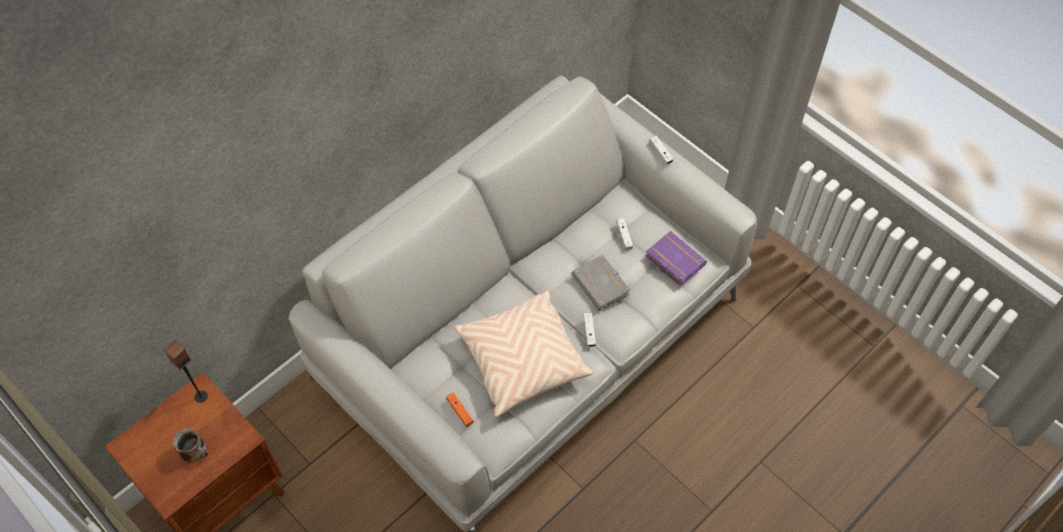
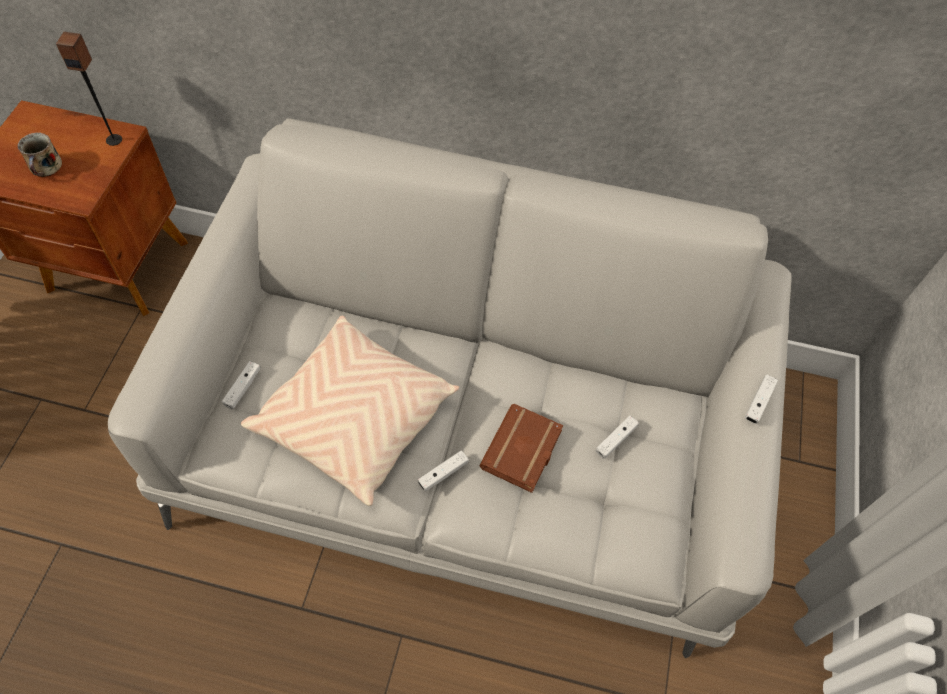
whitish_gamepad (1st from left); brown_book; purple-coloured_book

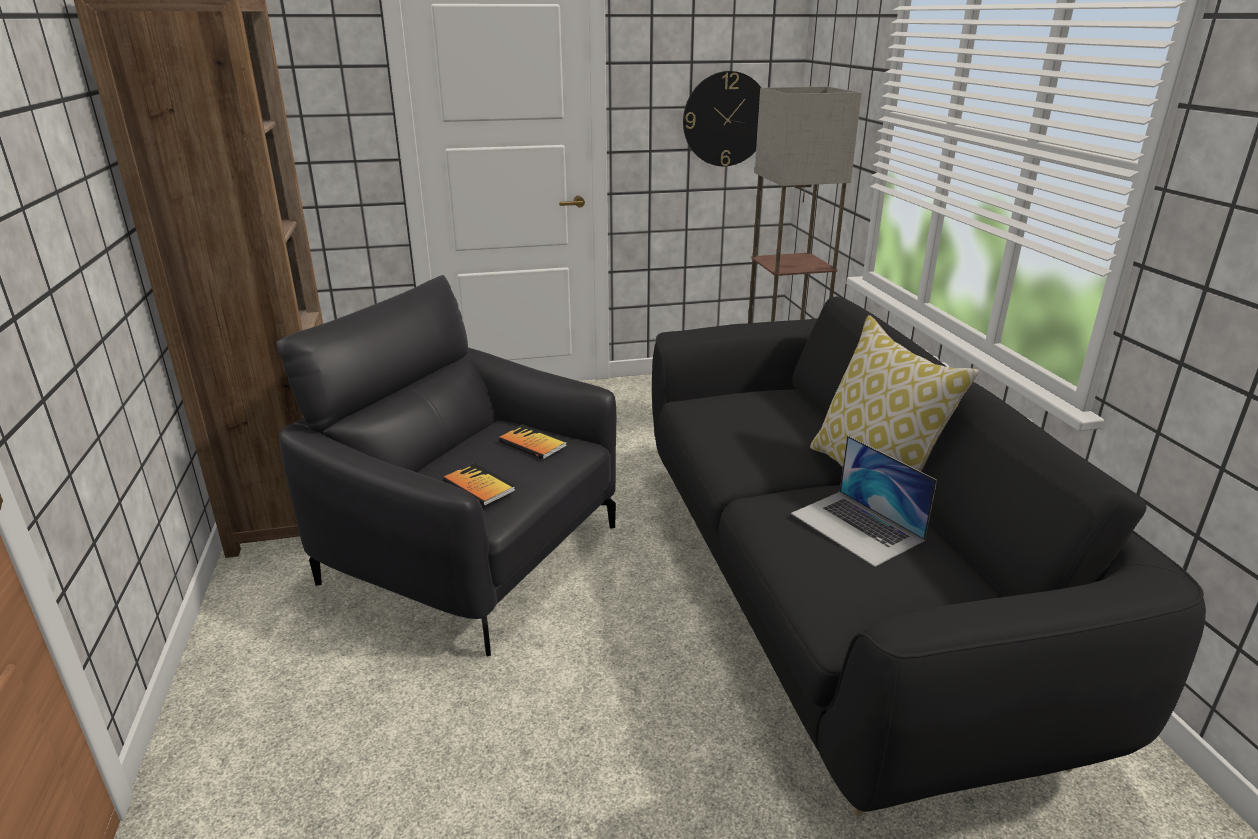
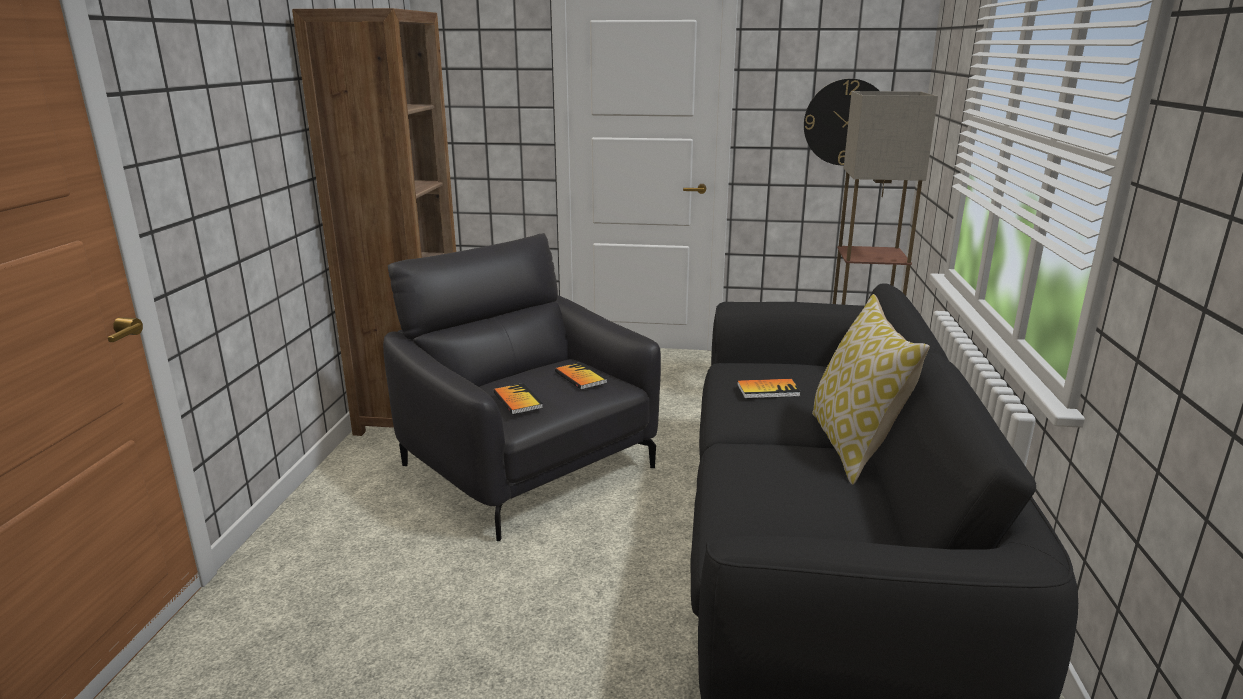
portable_computer; book (3rd from left)

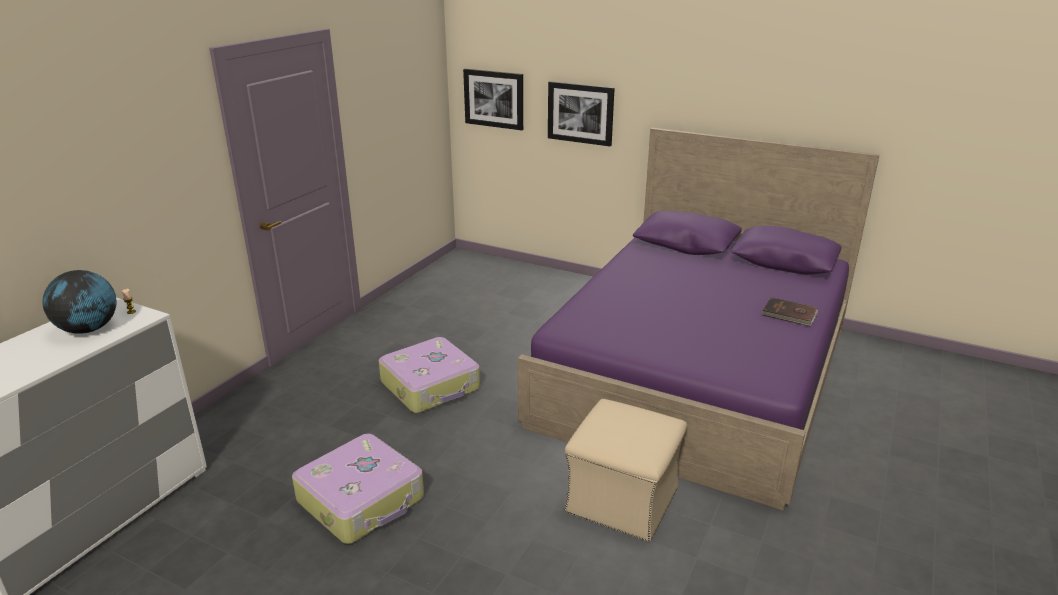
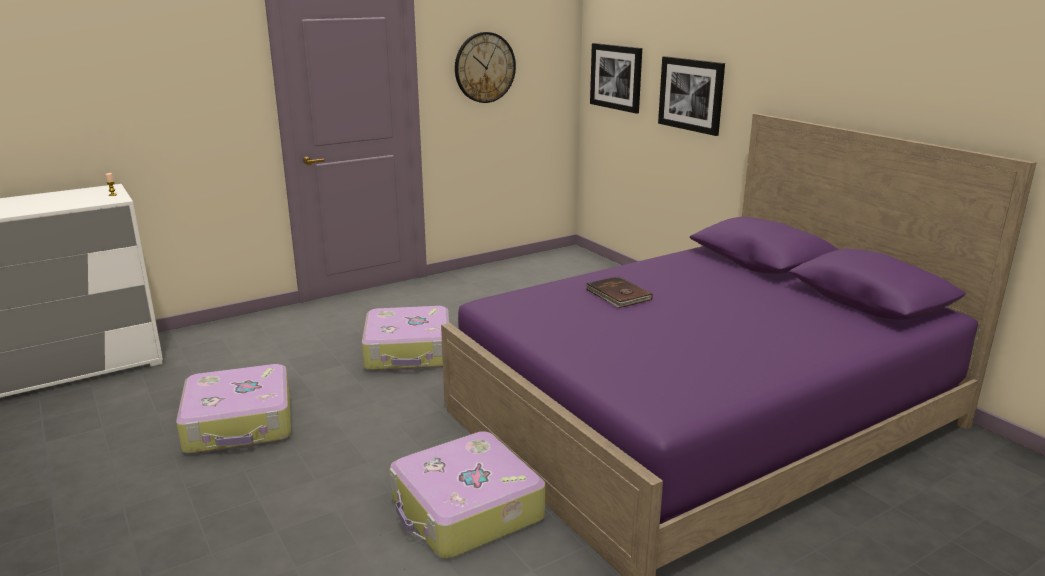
globe; travel_case (3rd from left); brown_book; wall_clock

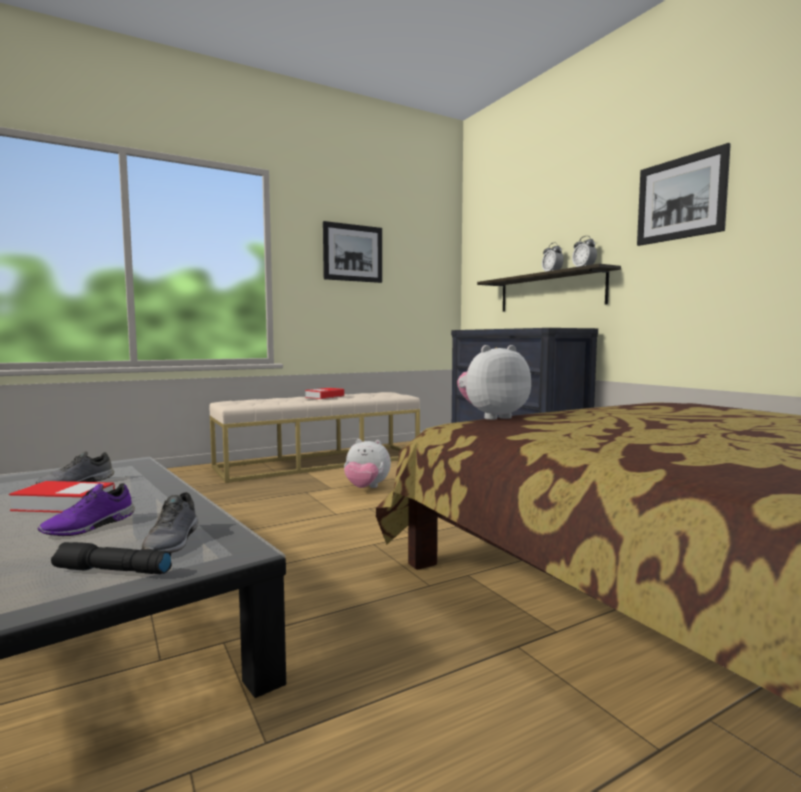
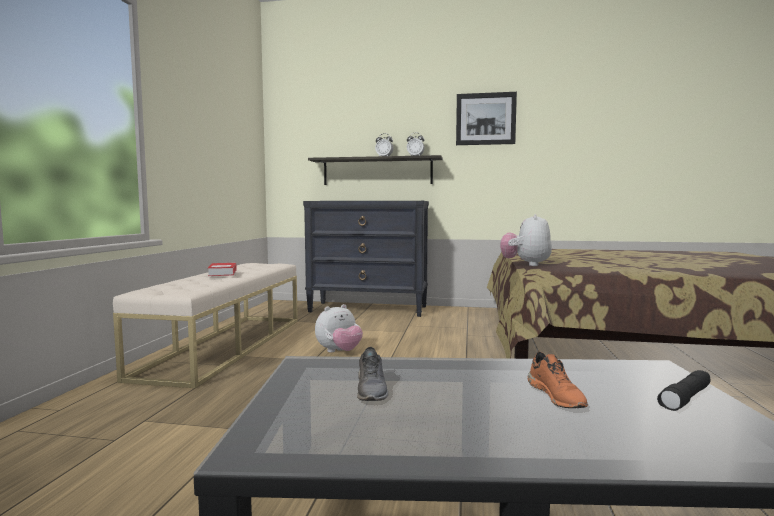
book (1st from left in the first image); orange-coloured_shoe; grey_shoe (2nd from left in the first image); picture (1st from left in the first image)

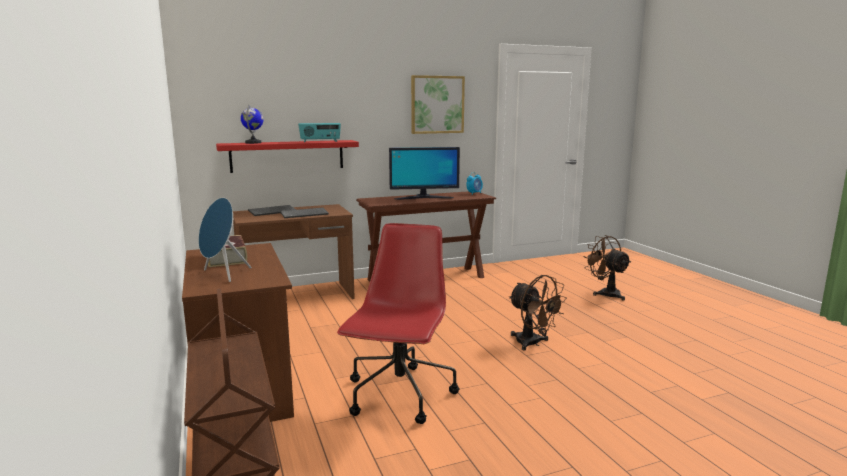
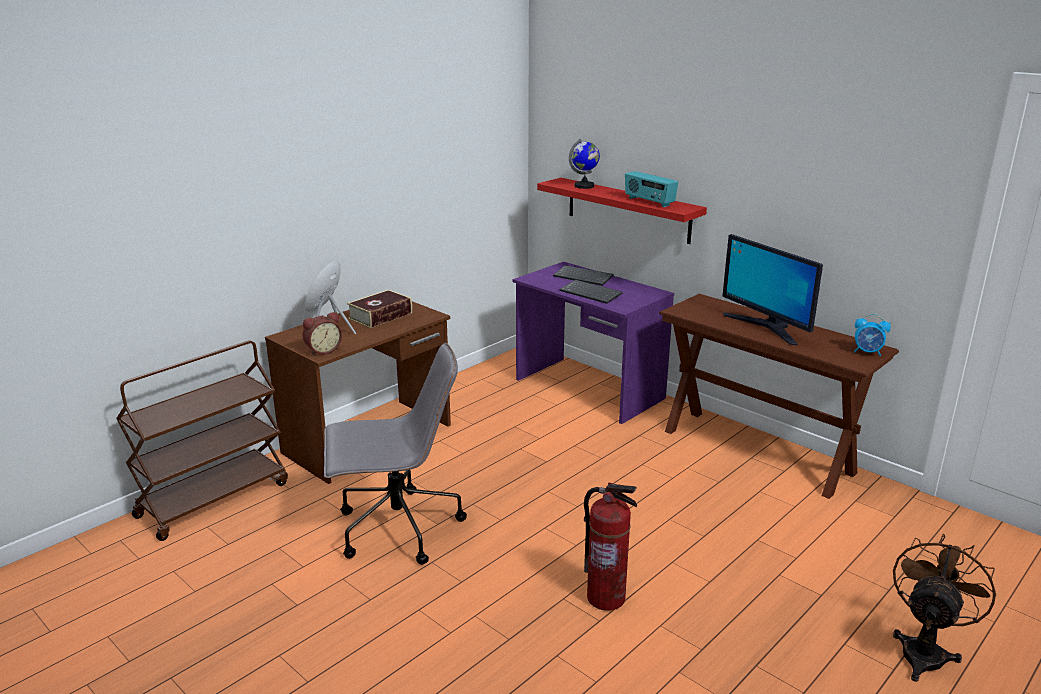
purple-coloured_desk_unit; grey_desk_chair; picture; extinguisher; table_clock (1st from left)

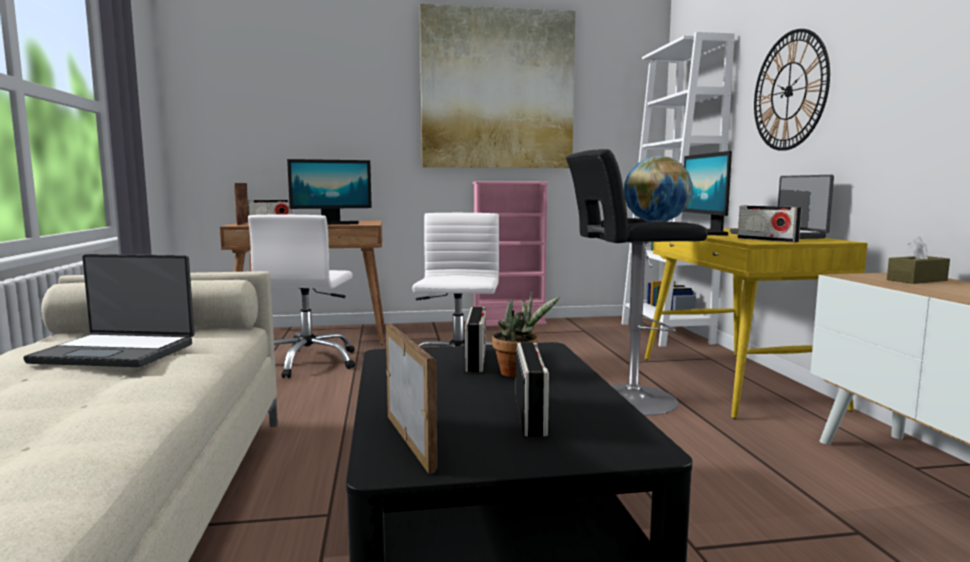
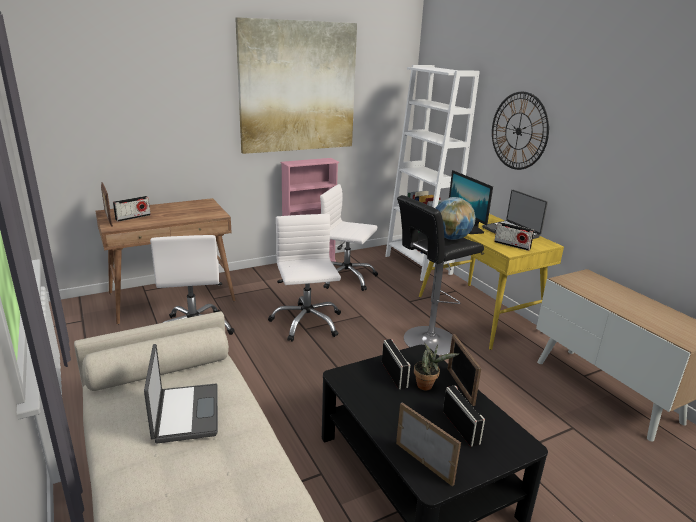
portable_computer (1st from left); monitor (1st from left in the first image); brown_box_of_tissues; whitish_desk_chair (3rd from left); picture_frame (3rd from left)

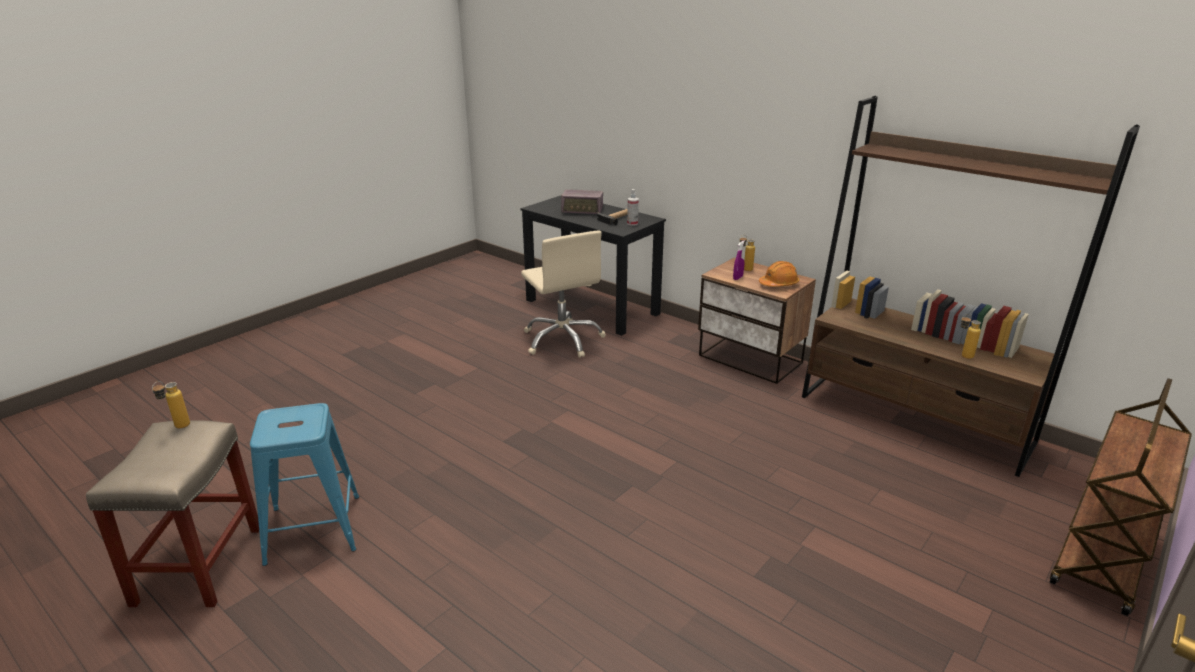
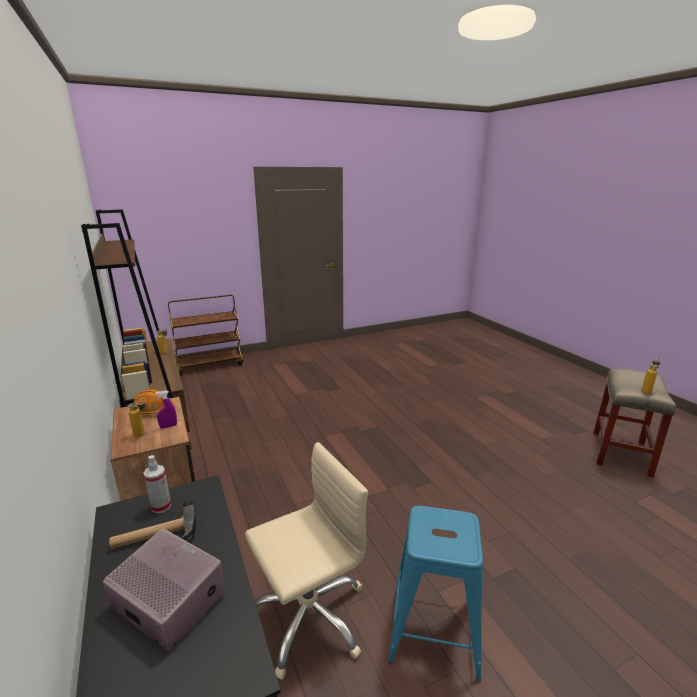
blue-coloured_stool_seat; beige-coloured_desk_chair

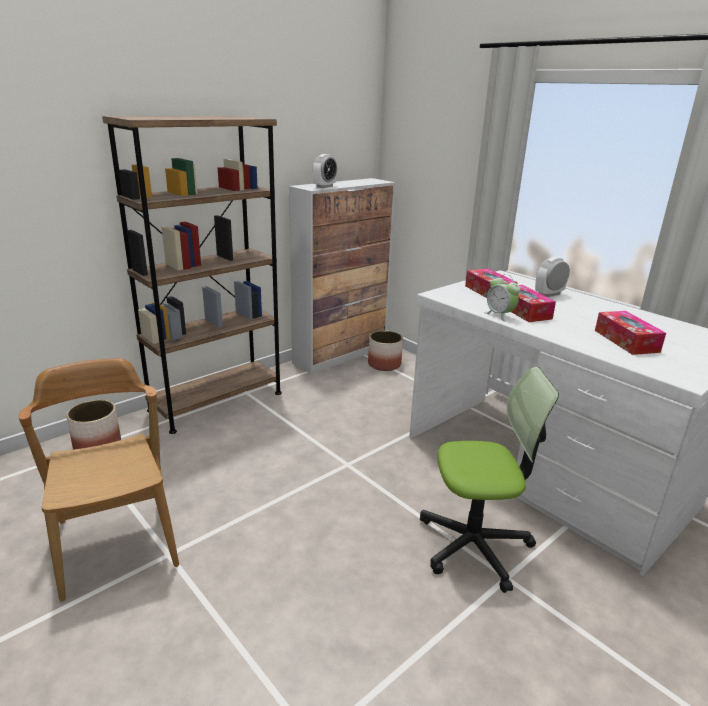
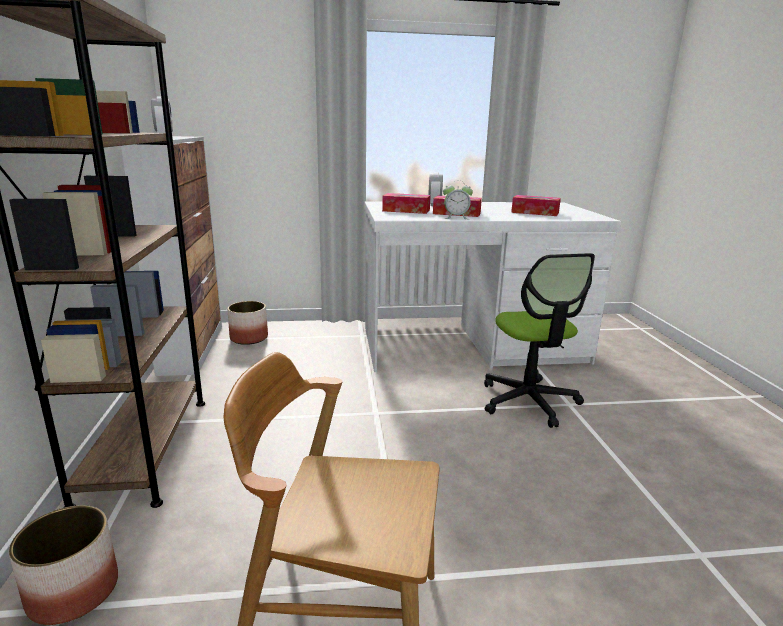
desk_chair

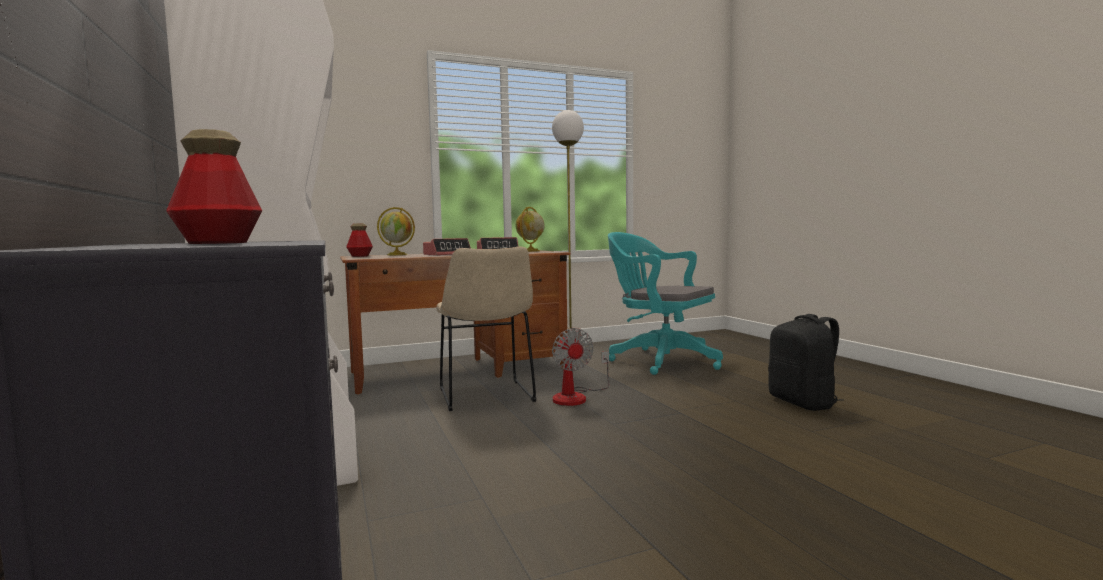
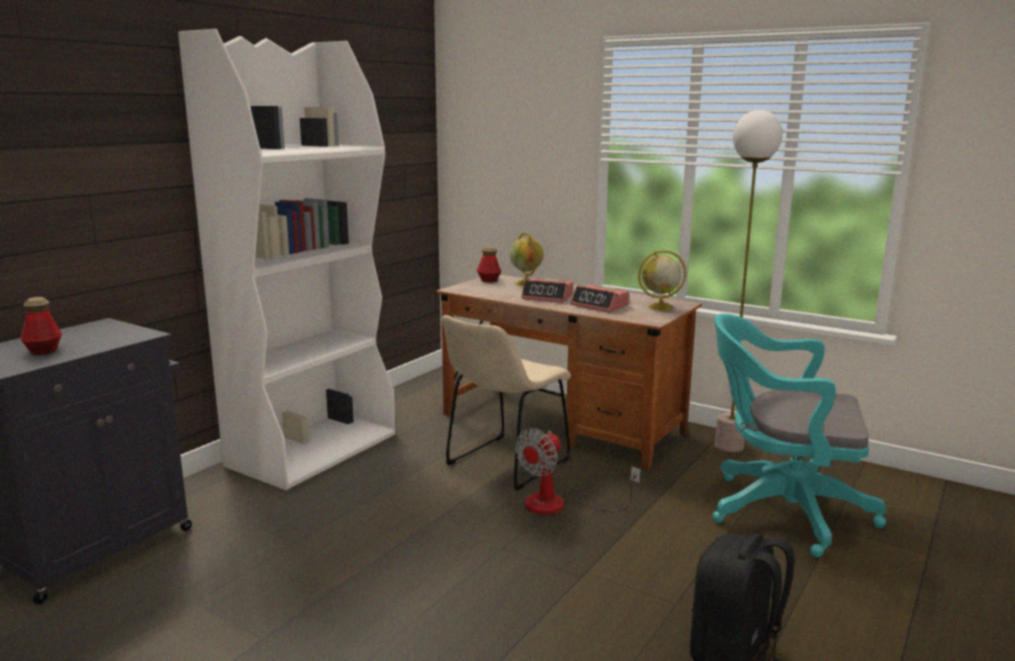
blue-green_desk_chair

